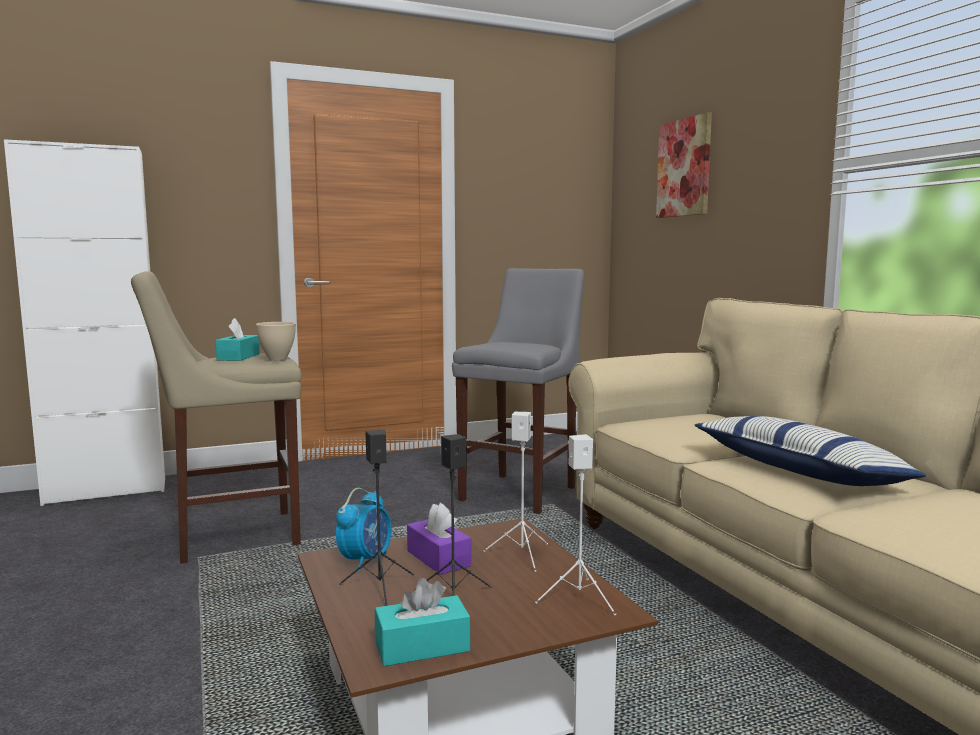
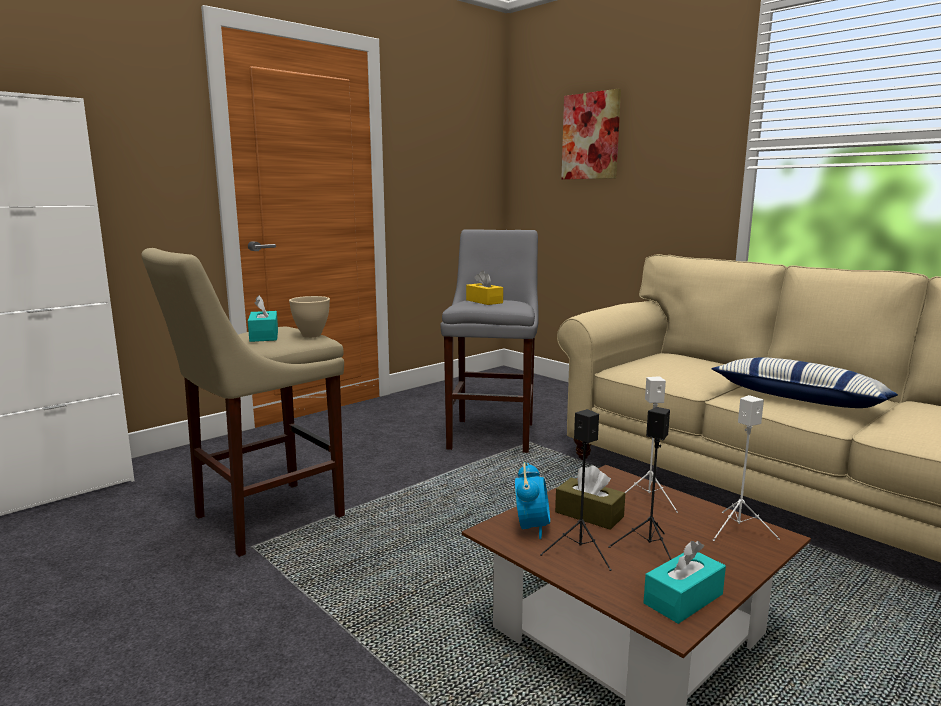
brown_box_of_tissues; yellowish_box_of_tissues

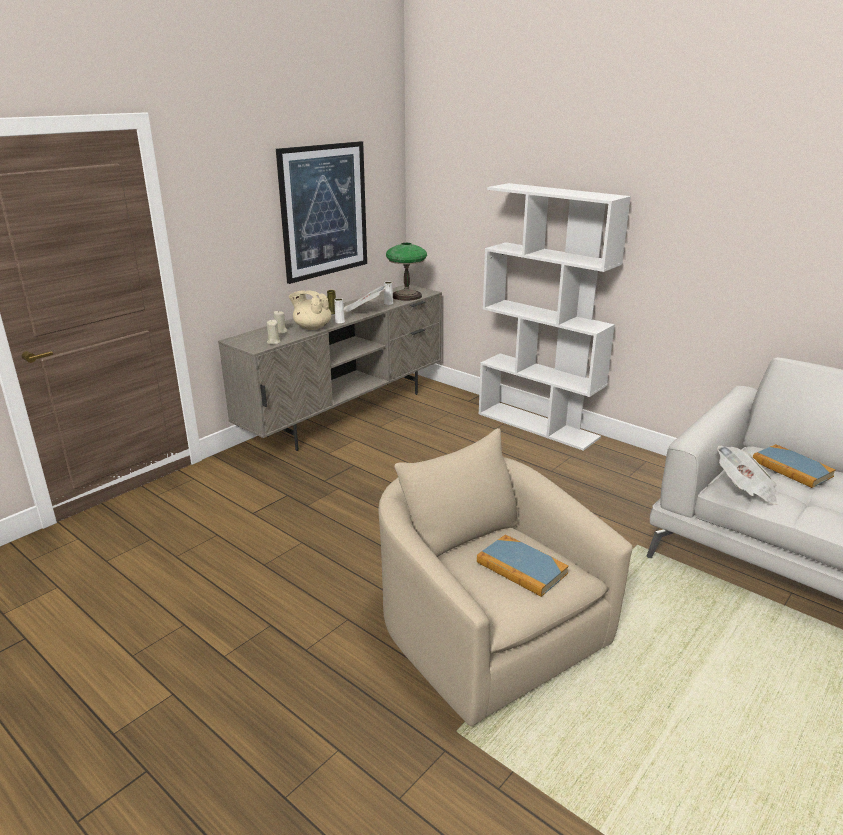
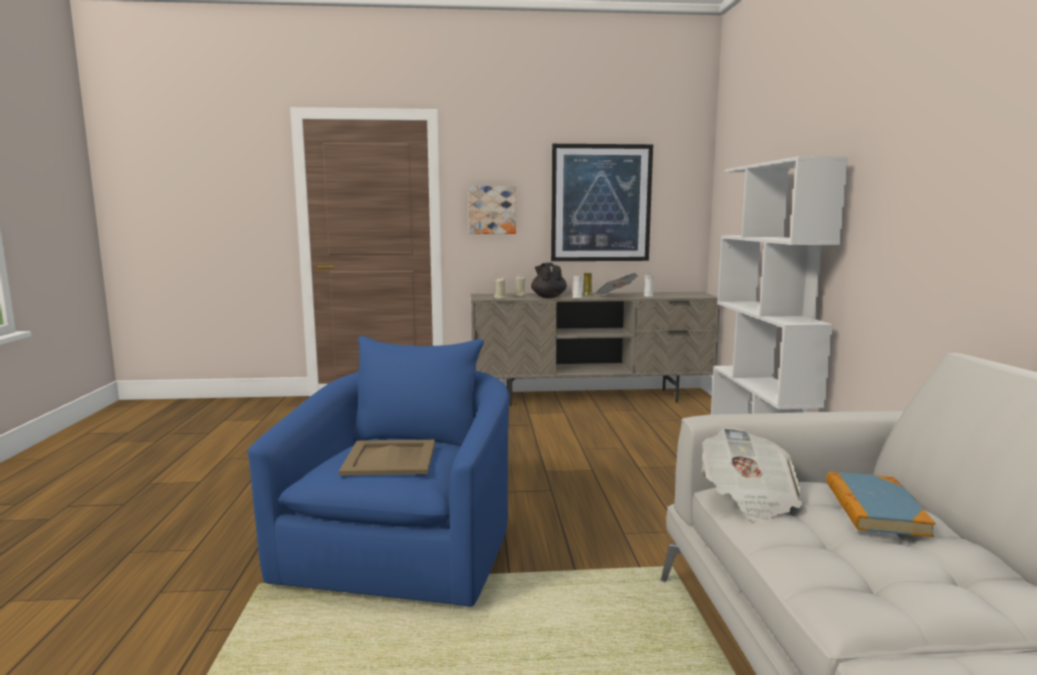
black_teapot; blue-coloured_lounge_chair; table_lamp; beige-coloured_serving_tray; picture (1st from left)

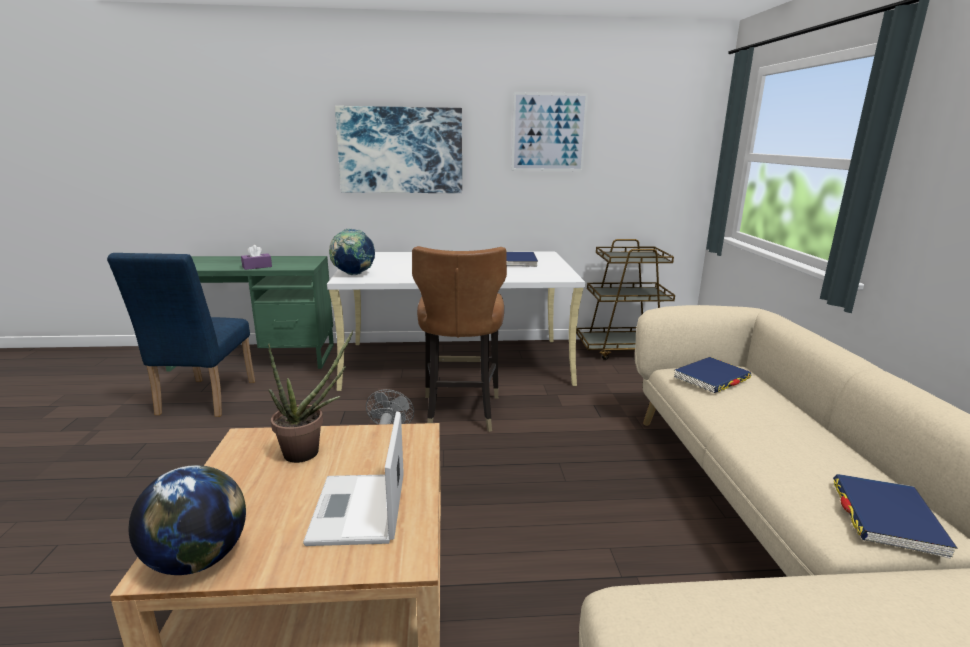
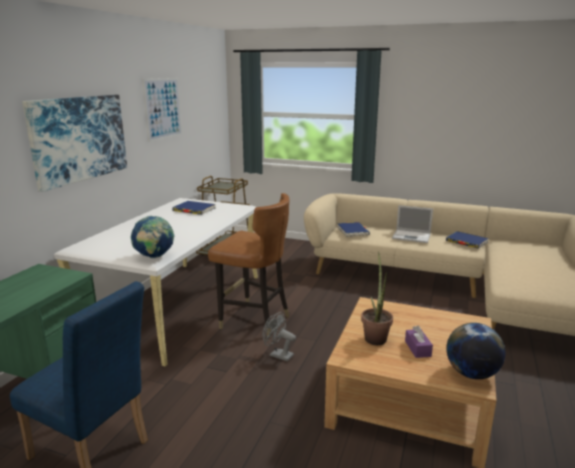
purple-coloured_box_of_tissues; portable_computer

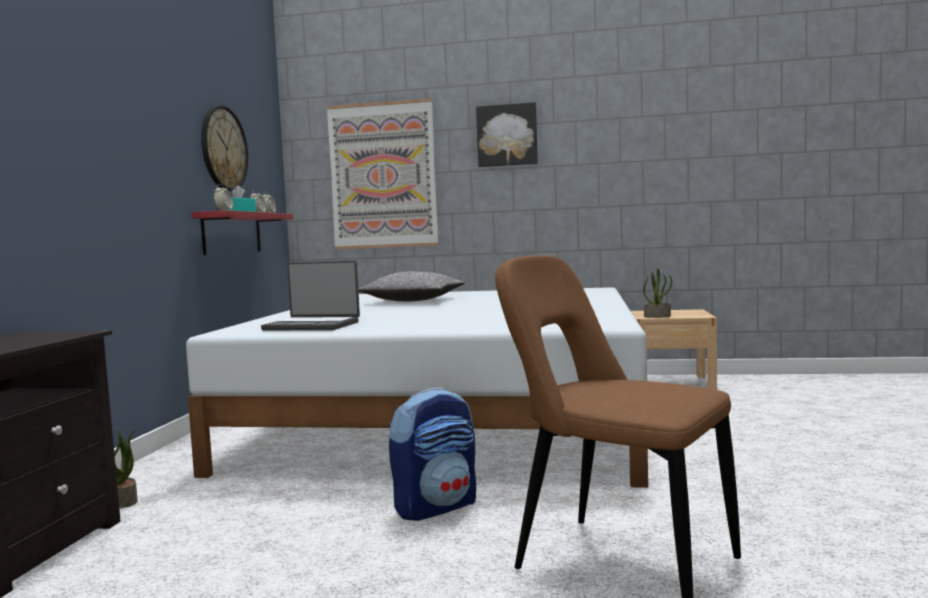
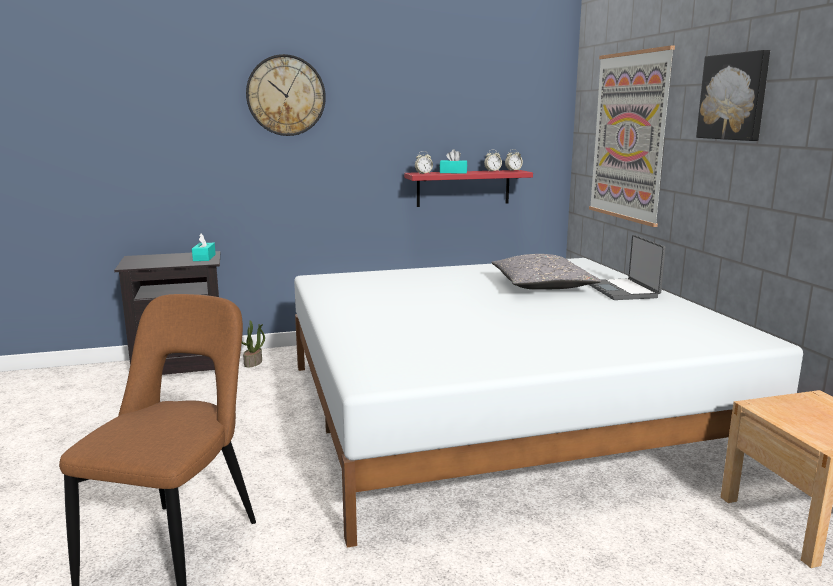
wall_clock; portable_computer; knapsack; houseplant (2nd from left in the first image); blue-green_box_of_tissues (1st from left)

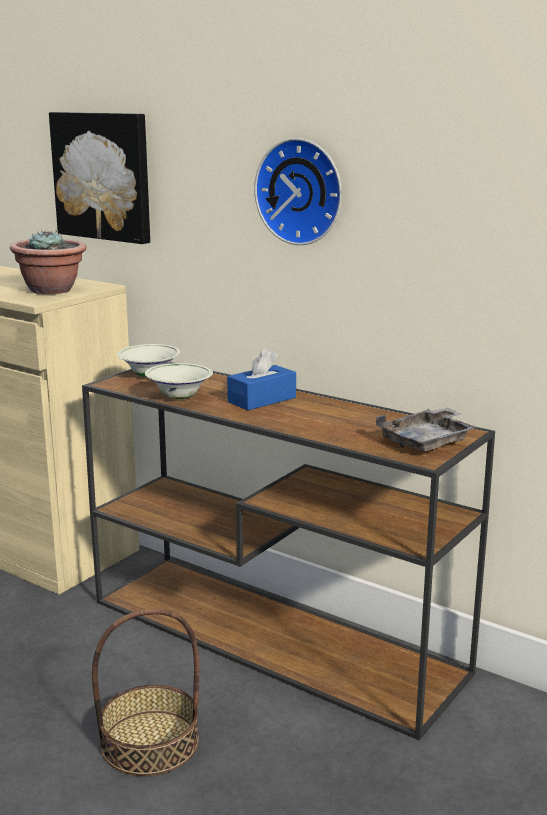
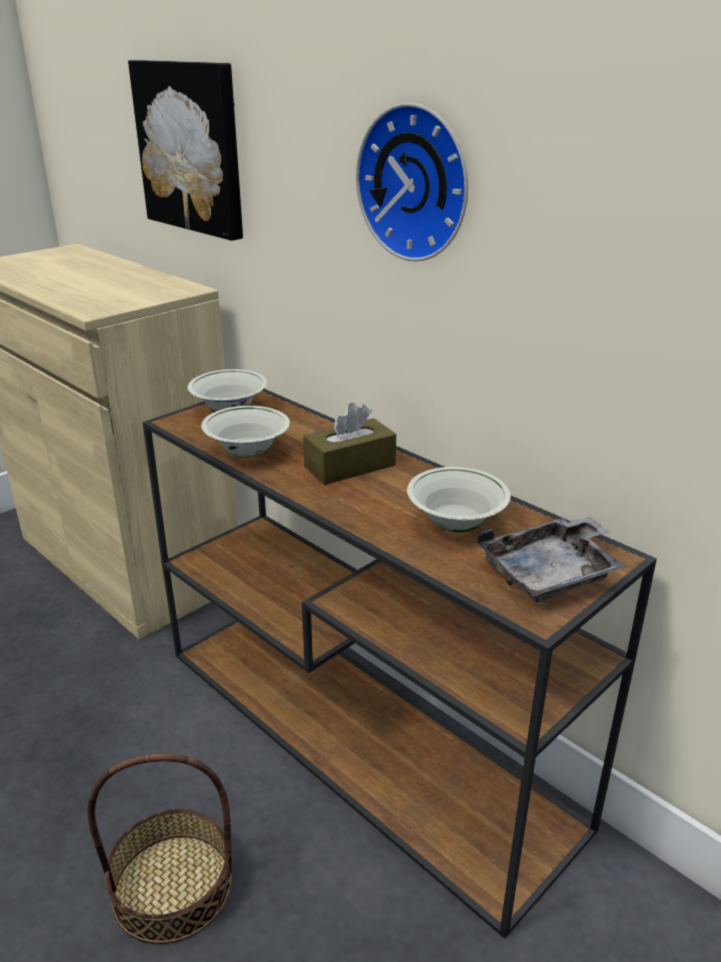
houseplant; brown_box_of_tissues; whitish_serving_bowl (3rd from left)

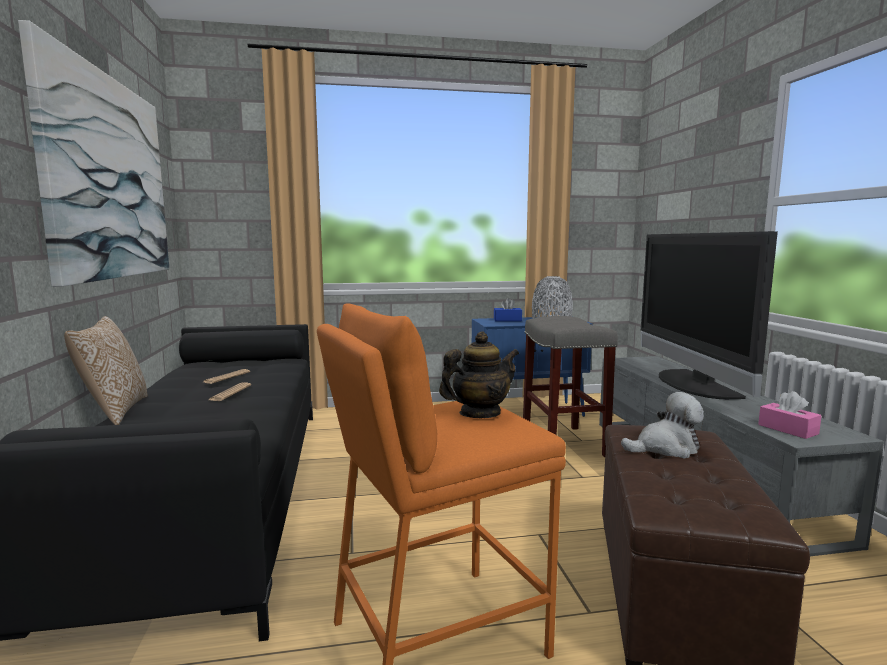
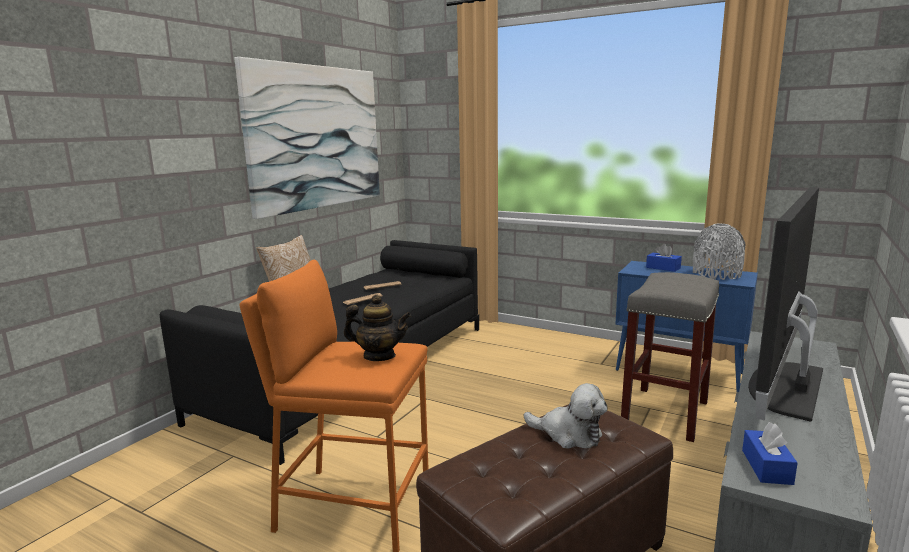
blue-coloured_box_of_tissues (2nd from left)

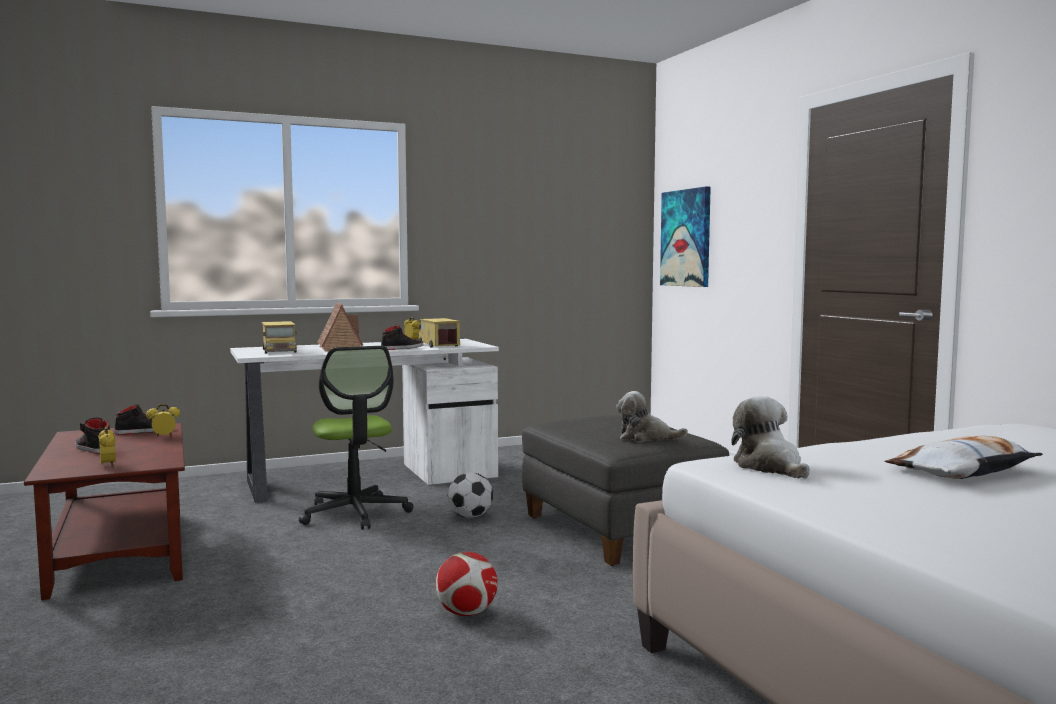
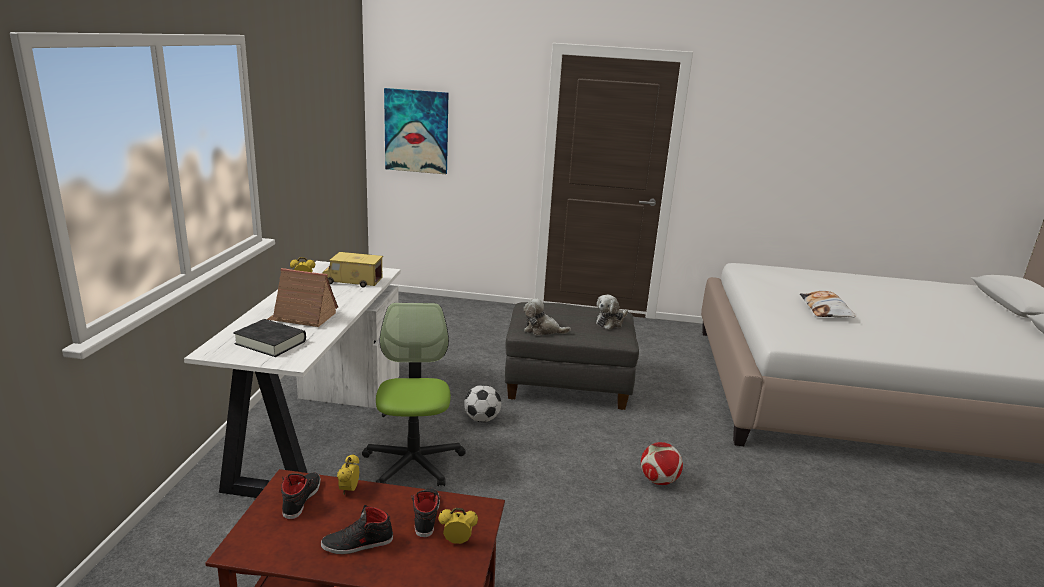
black_book; desk_chair; black_shoe (3rd from left); cuddly_toy (1st from left)

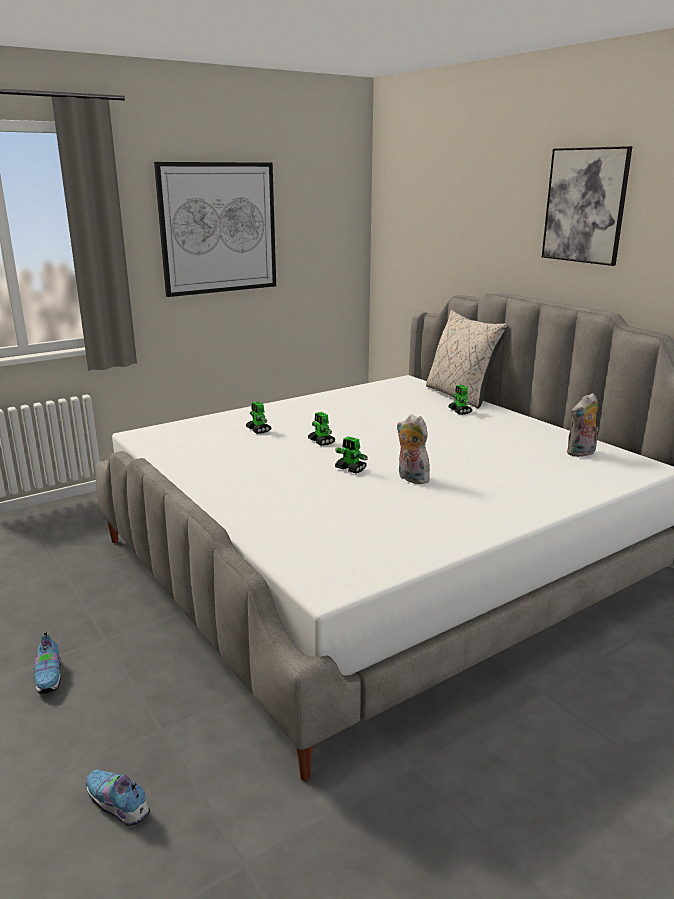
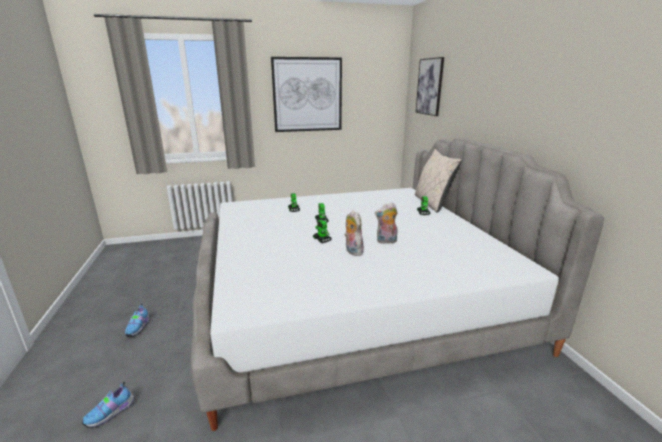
shoe (1st from left); picture (2nd from left); cuddly_toy (2nd from left)

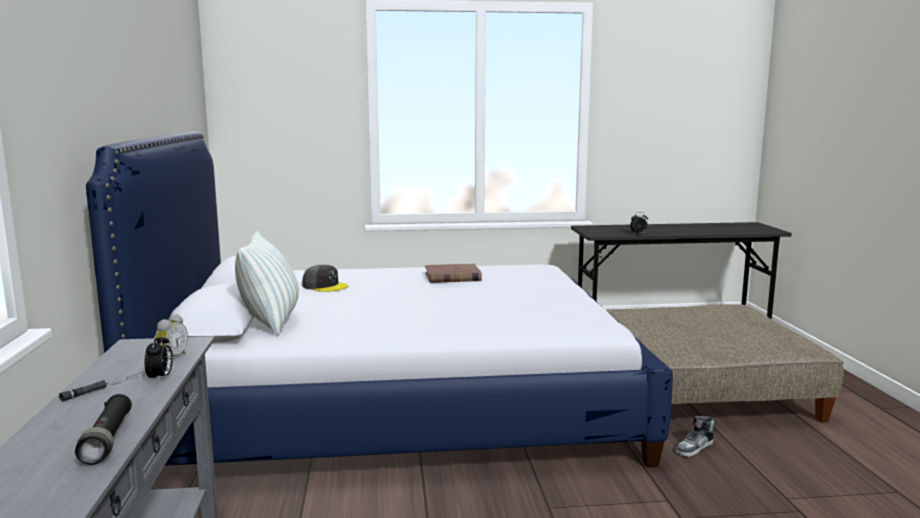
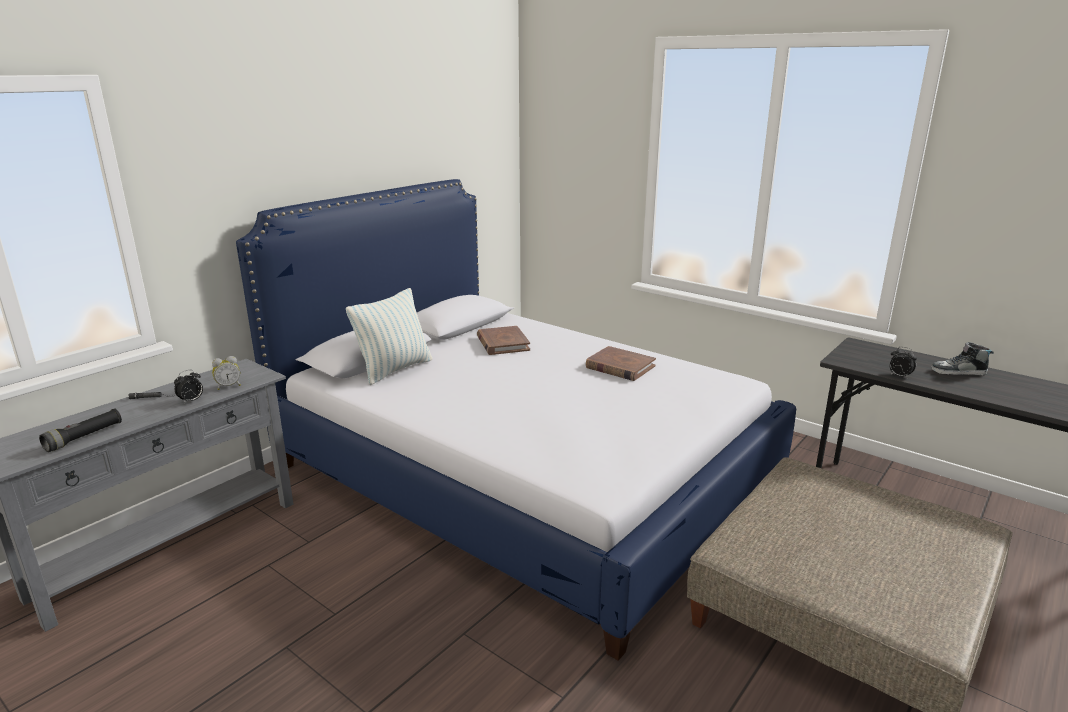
brown_book (1st from left); shoe

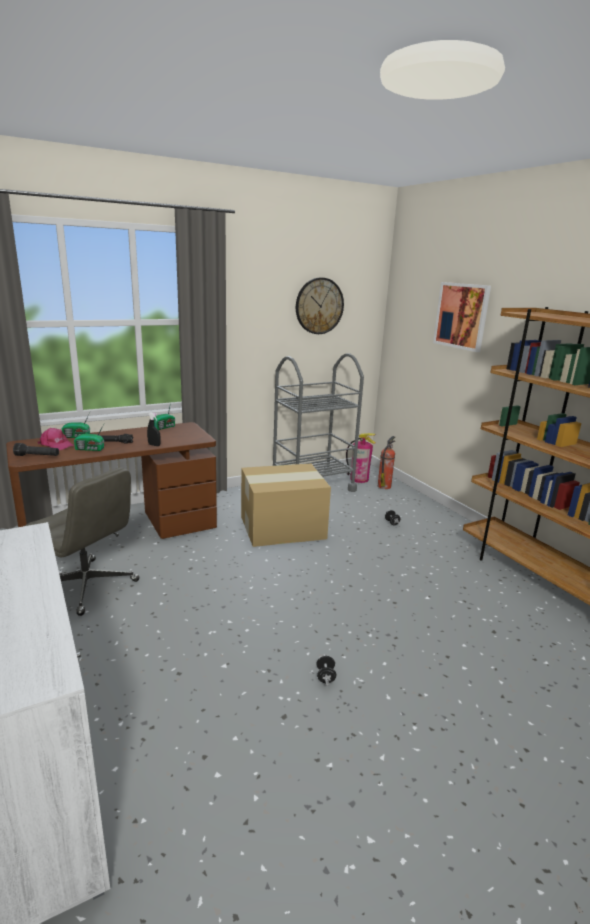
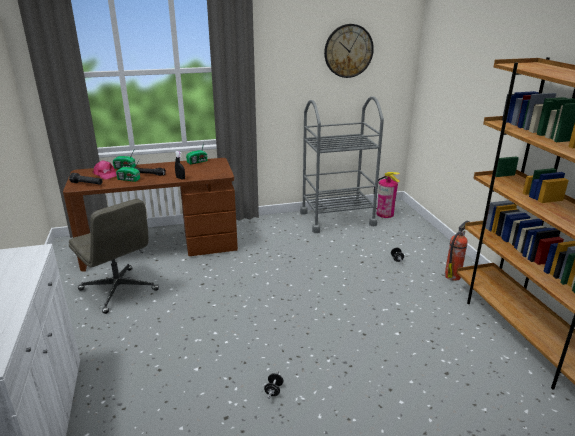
packing_box; extinguisher (2nd from left); picture

